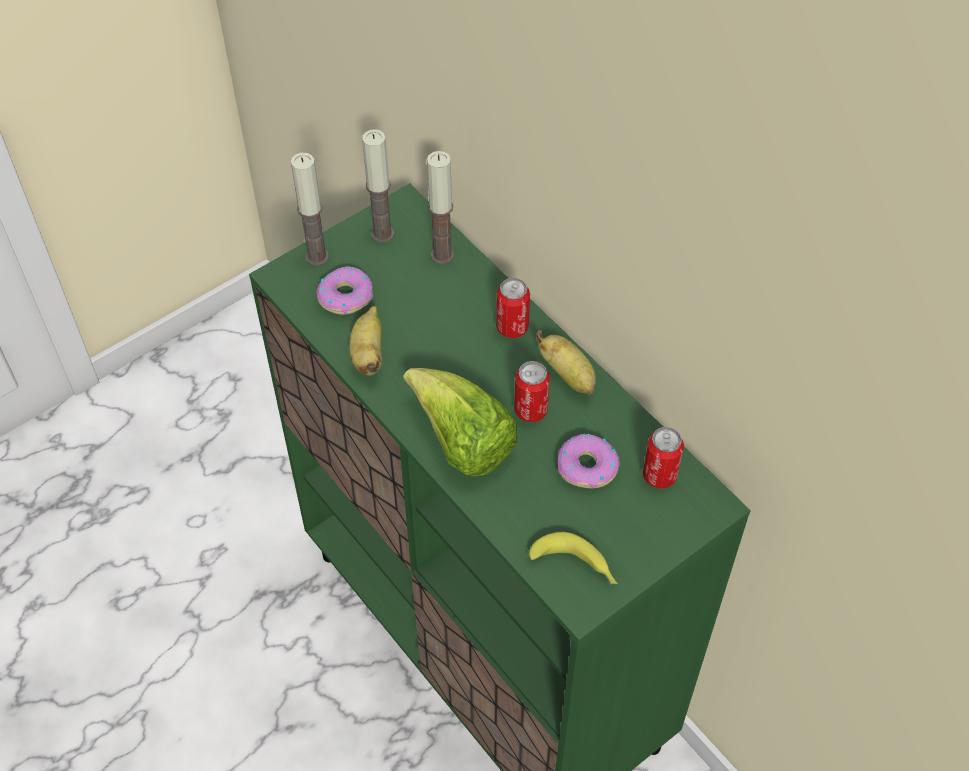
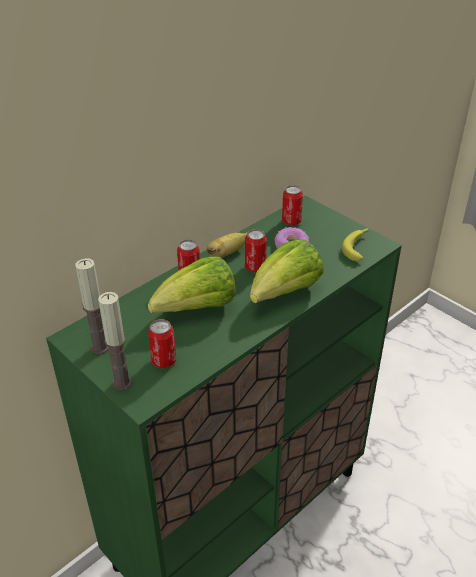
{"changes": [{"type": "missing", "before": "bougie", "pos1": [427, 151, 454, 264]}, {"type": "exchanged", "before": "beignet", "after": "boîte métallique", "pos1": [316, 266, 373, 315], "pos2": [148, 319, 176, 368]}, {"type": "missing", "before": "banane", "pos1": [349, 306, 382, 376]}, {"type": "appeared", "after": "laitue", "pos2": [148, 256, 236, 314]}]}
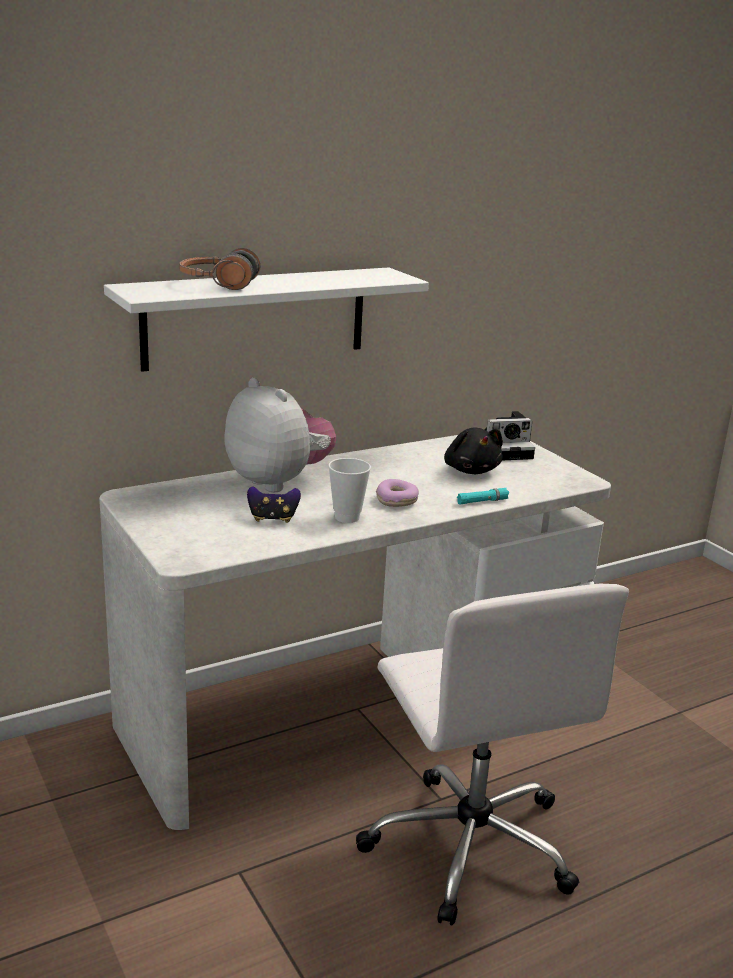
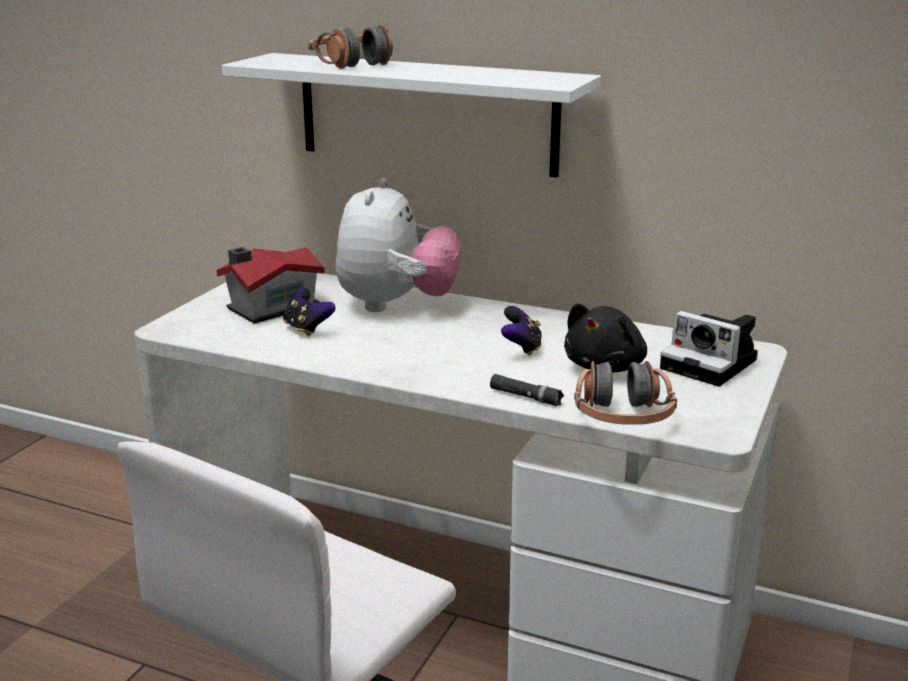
{"changes": [{"type": "missing", "before": "tasse", "pos1": [328, 458, 371, 523]}, {"type": "missing", "before": "beignet", "pos1": [376, 479, 419, 507]}, {"type": "colour", "before": "lampe de poche (turquoise)", "after": "lampe de poche (noir)", "pos1": [457, 488, 509, 504], "pos2": [490, 374, 564, 406]}, {"type": "appeared", "after": "maison miniature", "pos2": [217, 247, 325, 324]}, {"type": "appeared", "after": "manette", "pos2": [501, 306, 542, 356]}, {"type": "appeared", "after": "casque audio", "pos2": [574, 361, 677, 425]}]}
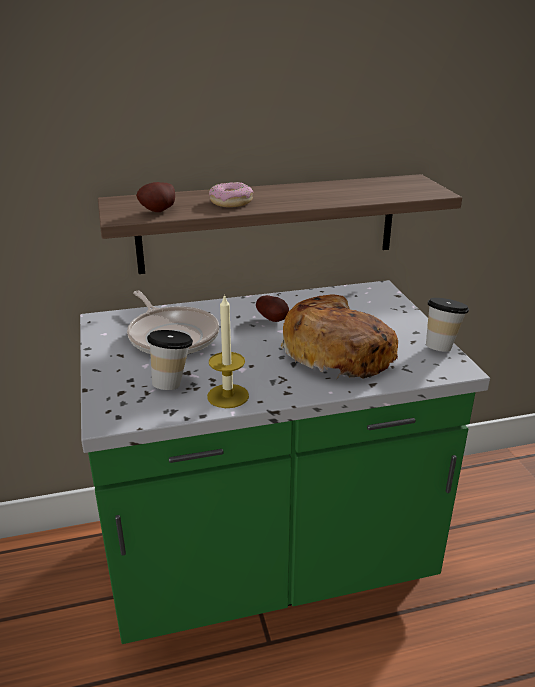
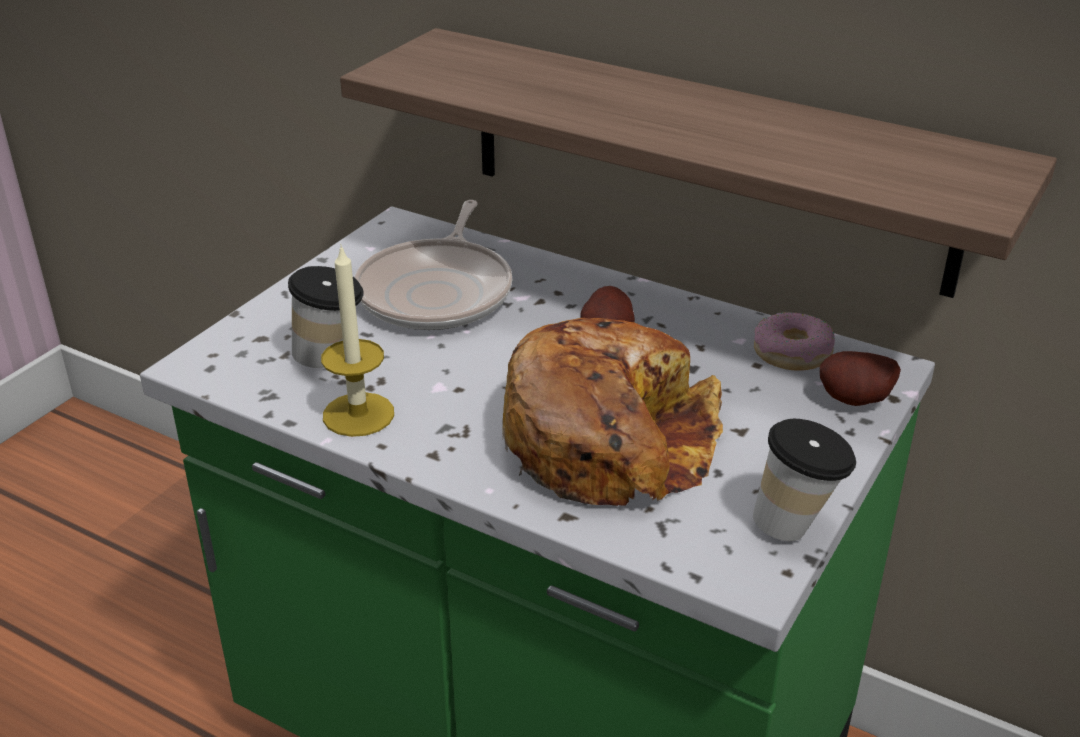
{"changes": [{"type": "relocated", "before": "pomme de terre", "pos1": [136, 182, 175, 212], "pos2": [820, 351, 901, 406]}, {"type": "relocated", "before": "beignet", "pos1": [209, 182, 253, 207], "pos2": [754, 312, 835, 371]}]}
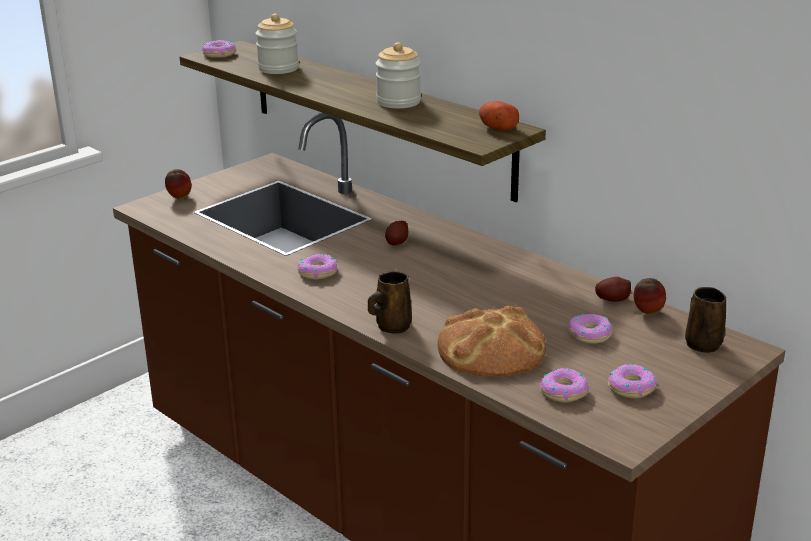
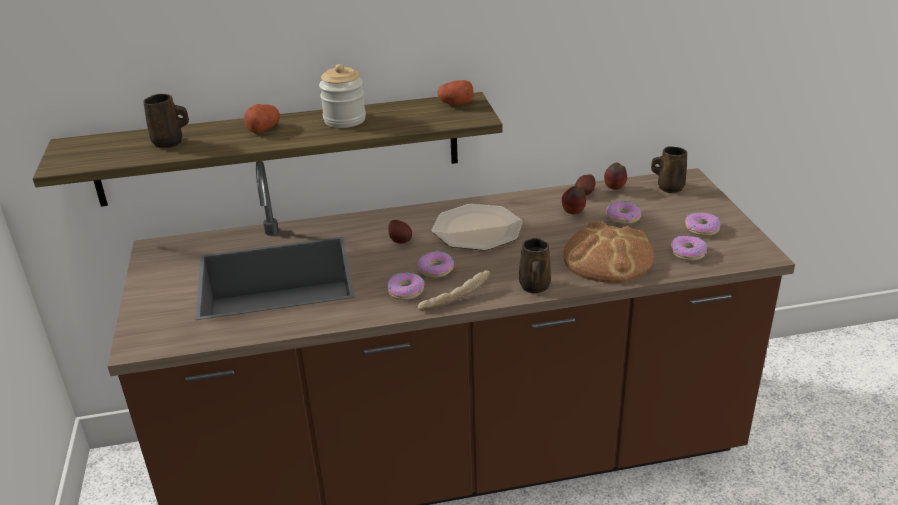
{"changes": [{"type": "exchanged", "before": "bocal", "after": "mug (marron)", "pos1": [255, 14, 299, 74], "pos2": [143, 94, 189, 148]}, {"type": "relocated", "before": "beignet", "pos1": [202, 40, 236, 58], "pos2": [417, 251, 454, 278]}, {"type": "relocated", "before": "pomme", "pos1": [165, 169, 192, 199], "pos2": [561, 186, 586, 214]}, {"type": "appeared", "after": "pomme de terre", "pos2": [244, 104, 280, 133]}, {"type": "appeared", "after": "assiette", "pos2": [432, 204, 523, 251]}, {"type": "appeared", "after": "pain", "pos2": [417, 270, 490, 311]}]}
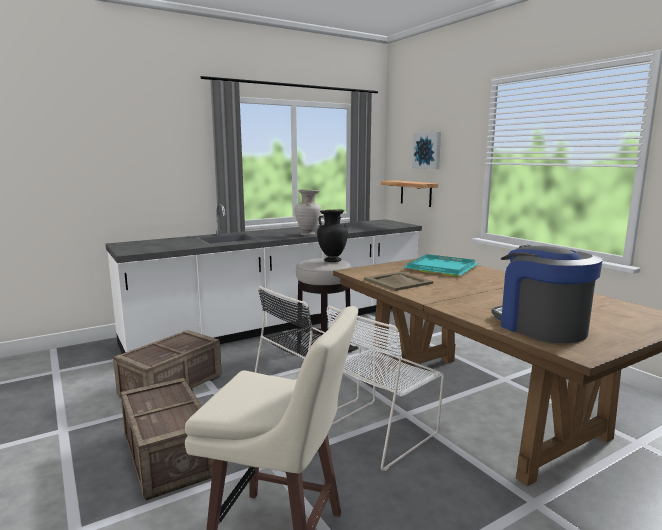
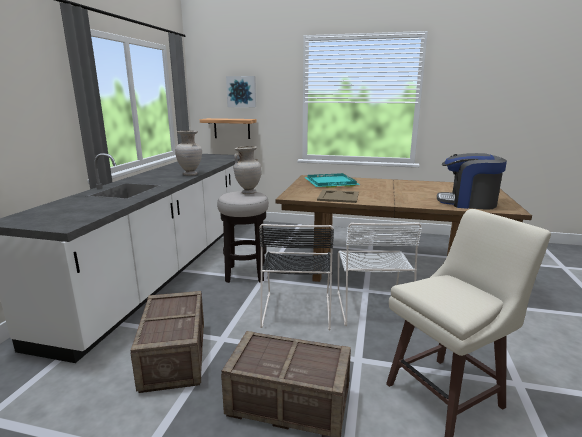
{"changes": [{"type": "colour", "before": "vase (noir)", "after": "vase (beige)", "pos1": [317, 209, 348, 262], "pos2": [234, 146, 261, 194]}]}
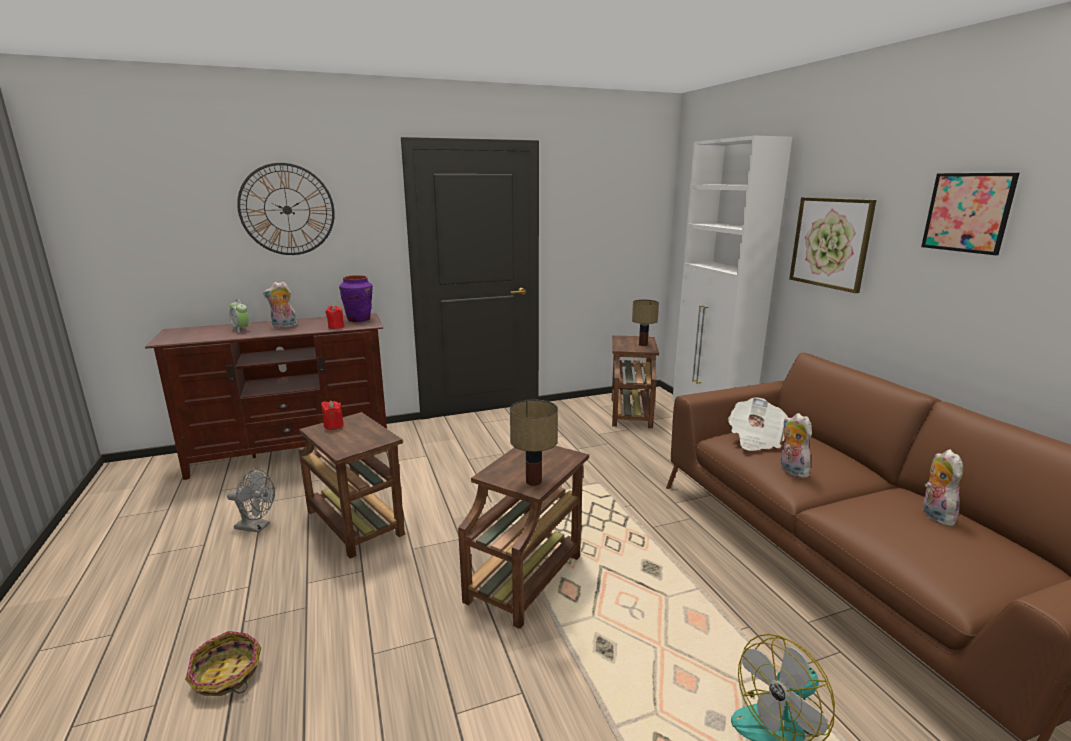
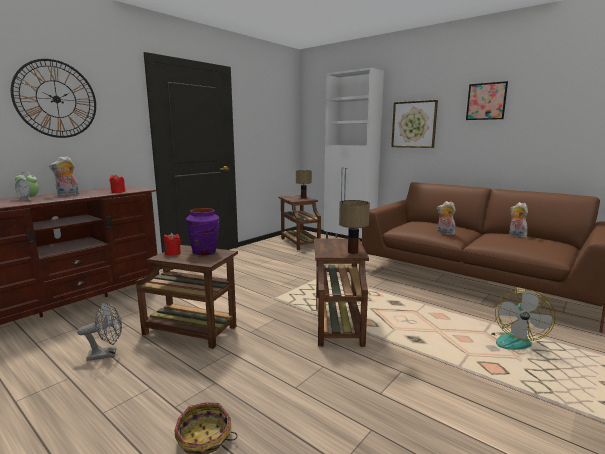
{"changes": [{"type": "relocated", "before": "vase (violet)", "pos1": [339, 275, 373, 322], "pos2": [186, 208, 219, 256]}, {"type": "missing", "before": "journal", "pos1": [728, 397, 788, 451]}]}
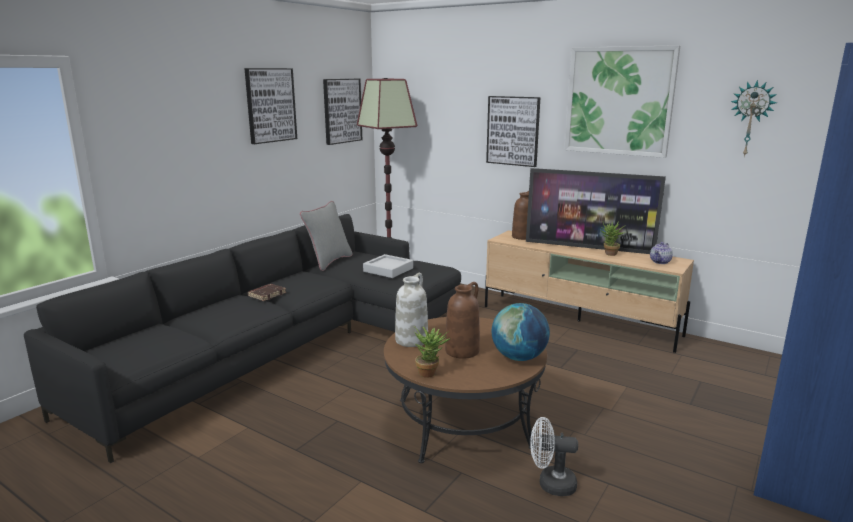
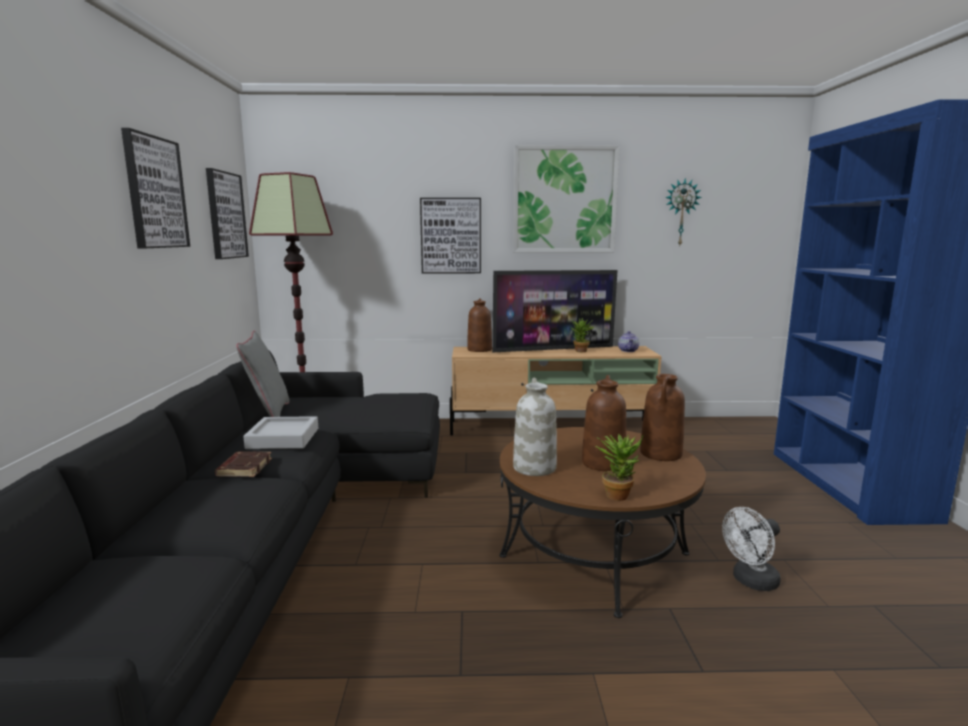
{"changes": [{"type": "relocated", "before": "plateau (gris)", "pos1": [363, 254, 413, 278], "pos2": [243, 416, 318, 449]}, {"type": "exchanged", "before": "globe", "after": "vase (marron)", "pos1": [492, 303, 550, 361], "pos2": [640, 374, 685, 461]}]}
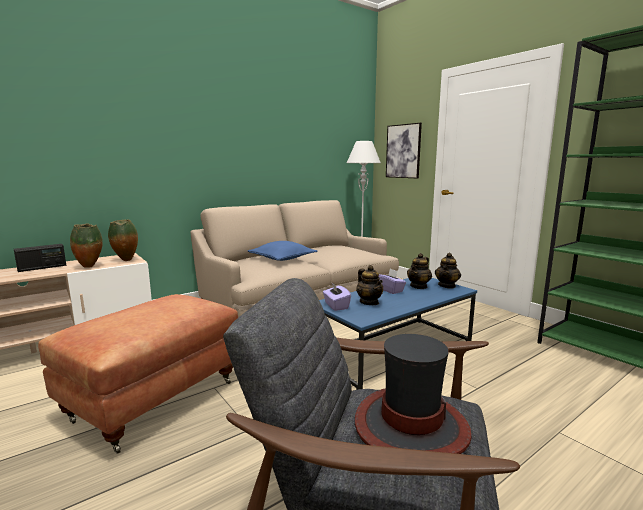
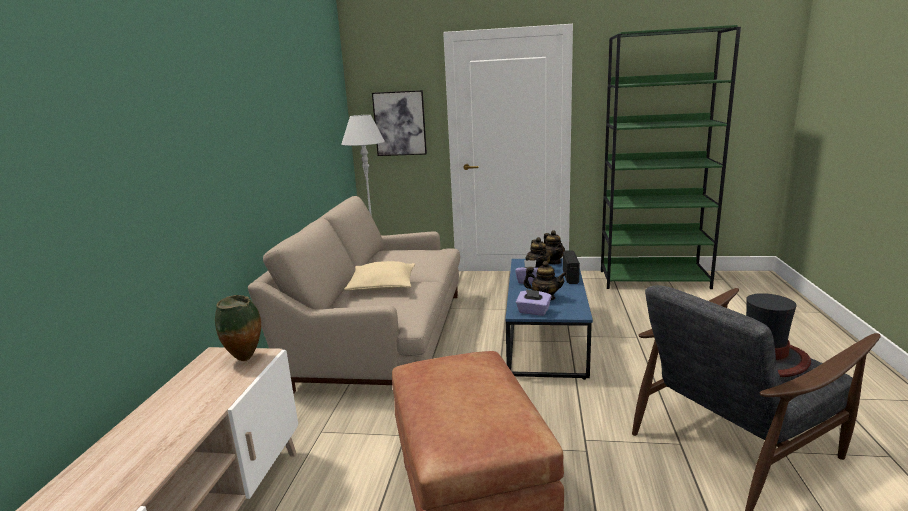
{"changes": [{"type": "missing", "before": "vase", "pos1": [70, 223, 103, 267]}, {"type": "colour", "before": "coussin (bleu)", "after": "coussin (beige)", "pos1": [248, 241, 318, 261], "pos2": [344, 261, 415, 291]}, {"type": "relocated", "before": "radio", "pos1": [14, 244, 66, 272], "pos2": [563, 250, 580, 284]}]}
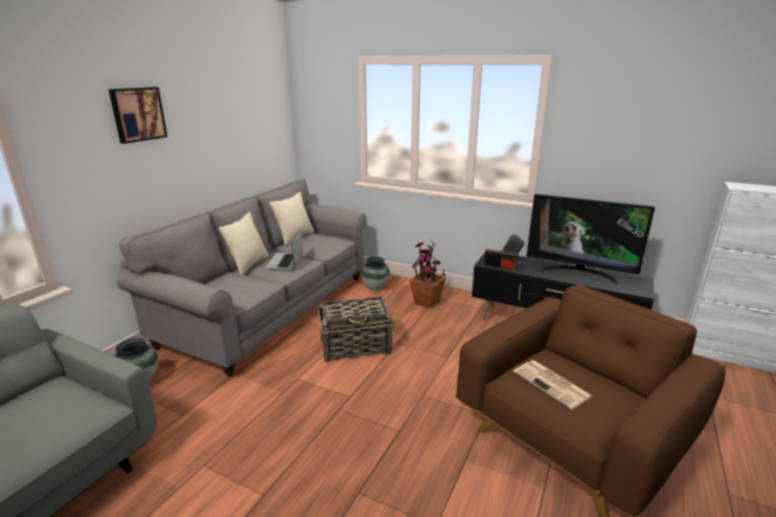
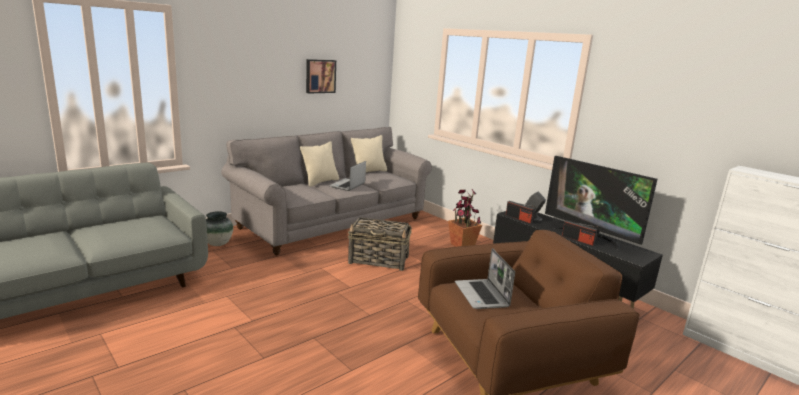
{"changes": [{"type": "relocated", "before": "tableau", "pos1": [109, 87, 168, 144], "pos2": [306, 59, 336, 93]}, {"type": "missing", "before": "vase", "pos1": [361, 257, 390, 290]}, {"type": "exchanged", "before": "journal", "after": "ordinateur portable", "pos1": [513, 360, 592, 409], "pos2": [455, 248, 515, 309]}, {"type": "appeared", "after": "radio", "pos2": [562, 220, 598, 246]}]}
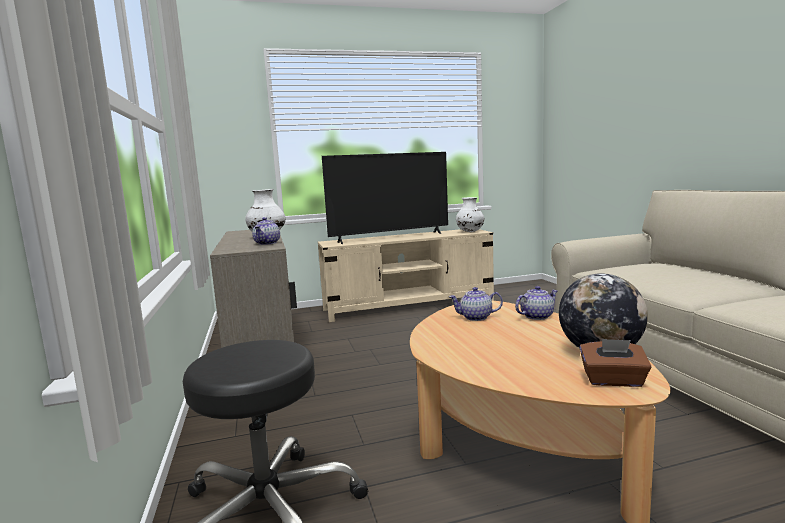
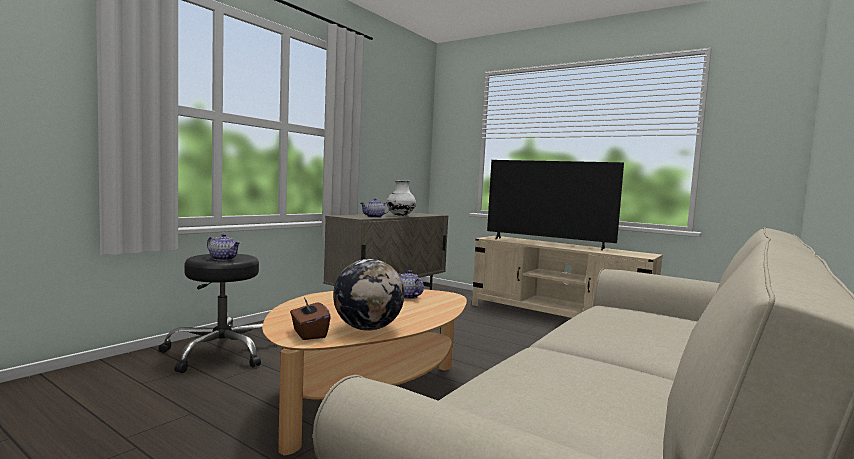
{"changes": [{"type": "missing", "before": "vase (blanc)", "pos1": [456, 197, 484, 232]}, {"type": "relocated", "before": "théière", "pos1": [515, 286, 558, 320], "pos2": [207, 234, 241, 261]}]}
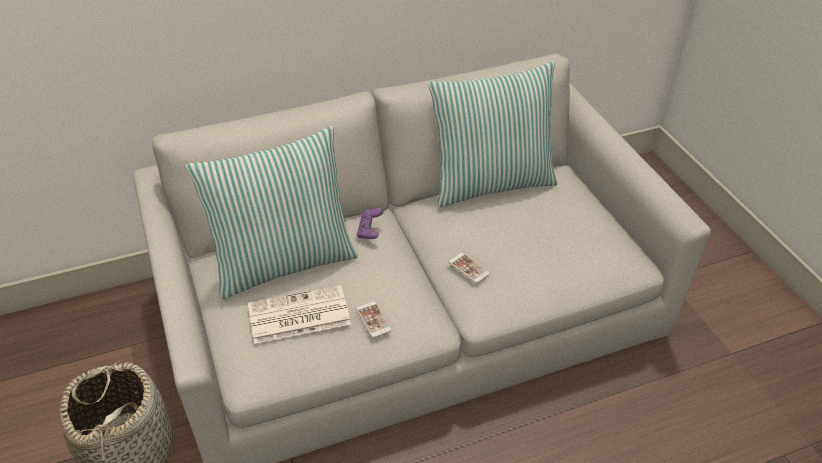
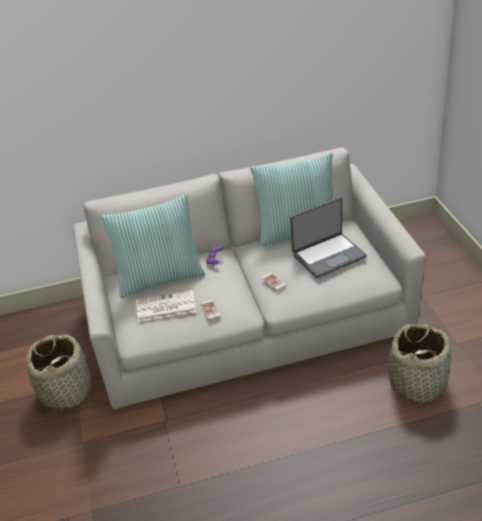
{"changes": [{"type": "appeared", "after": "ordinateur portable", "pos2": [290, 197, 367, 278]}, {"type": "appeared", "after": "panier", "pos2": [388, 324, 451, 404]}]}
